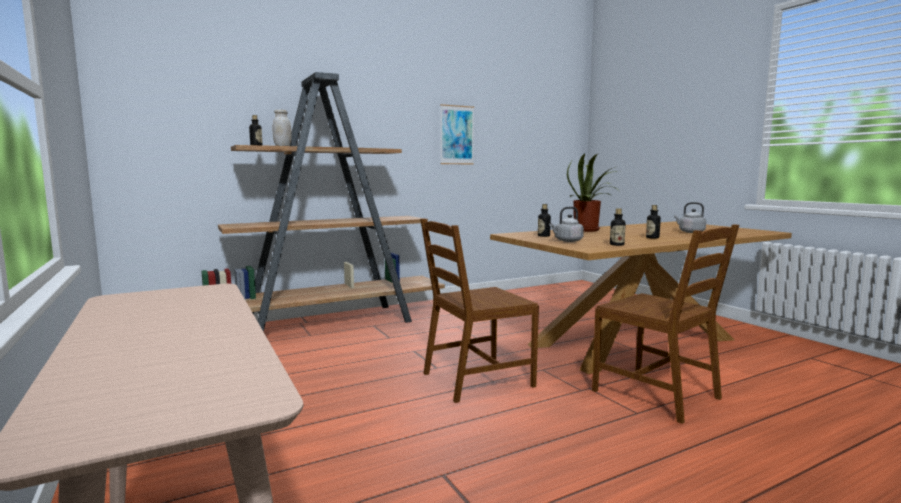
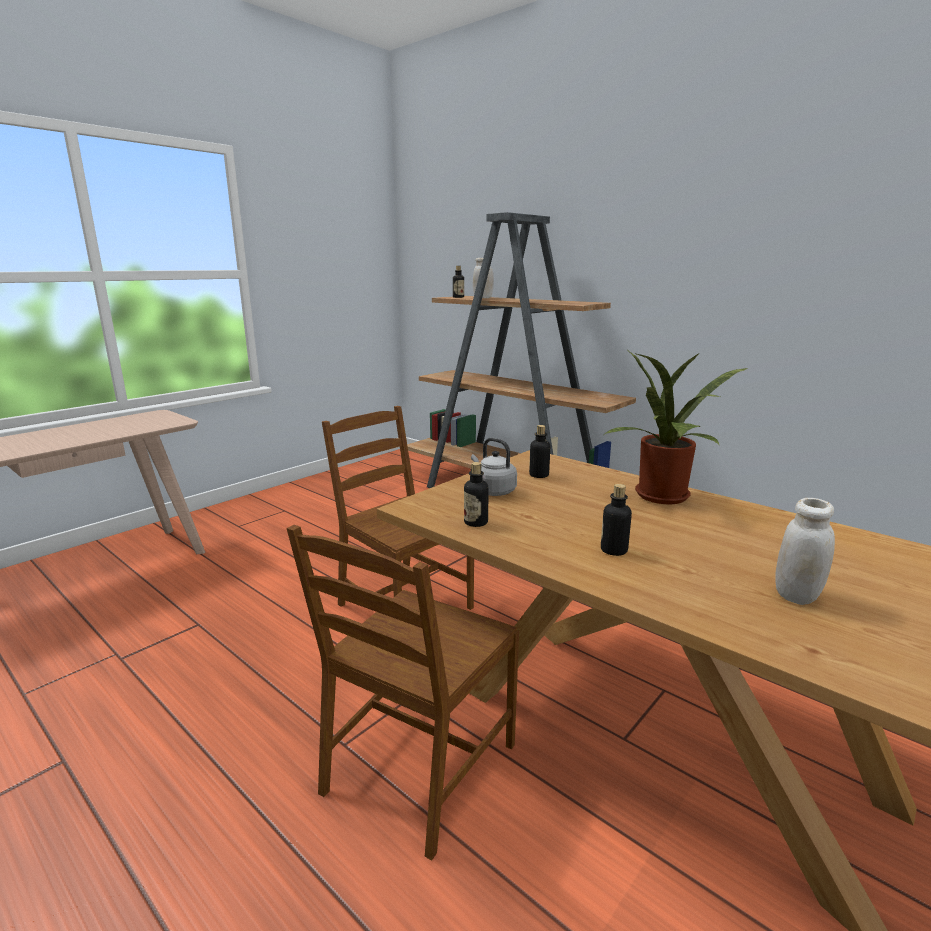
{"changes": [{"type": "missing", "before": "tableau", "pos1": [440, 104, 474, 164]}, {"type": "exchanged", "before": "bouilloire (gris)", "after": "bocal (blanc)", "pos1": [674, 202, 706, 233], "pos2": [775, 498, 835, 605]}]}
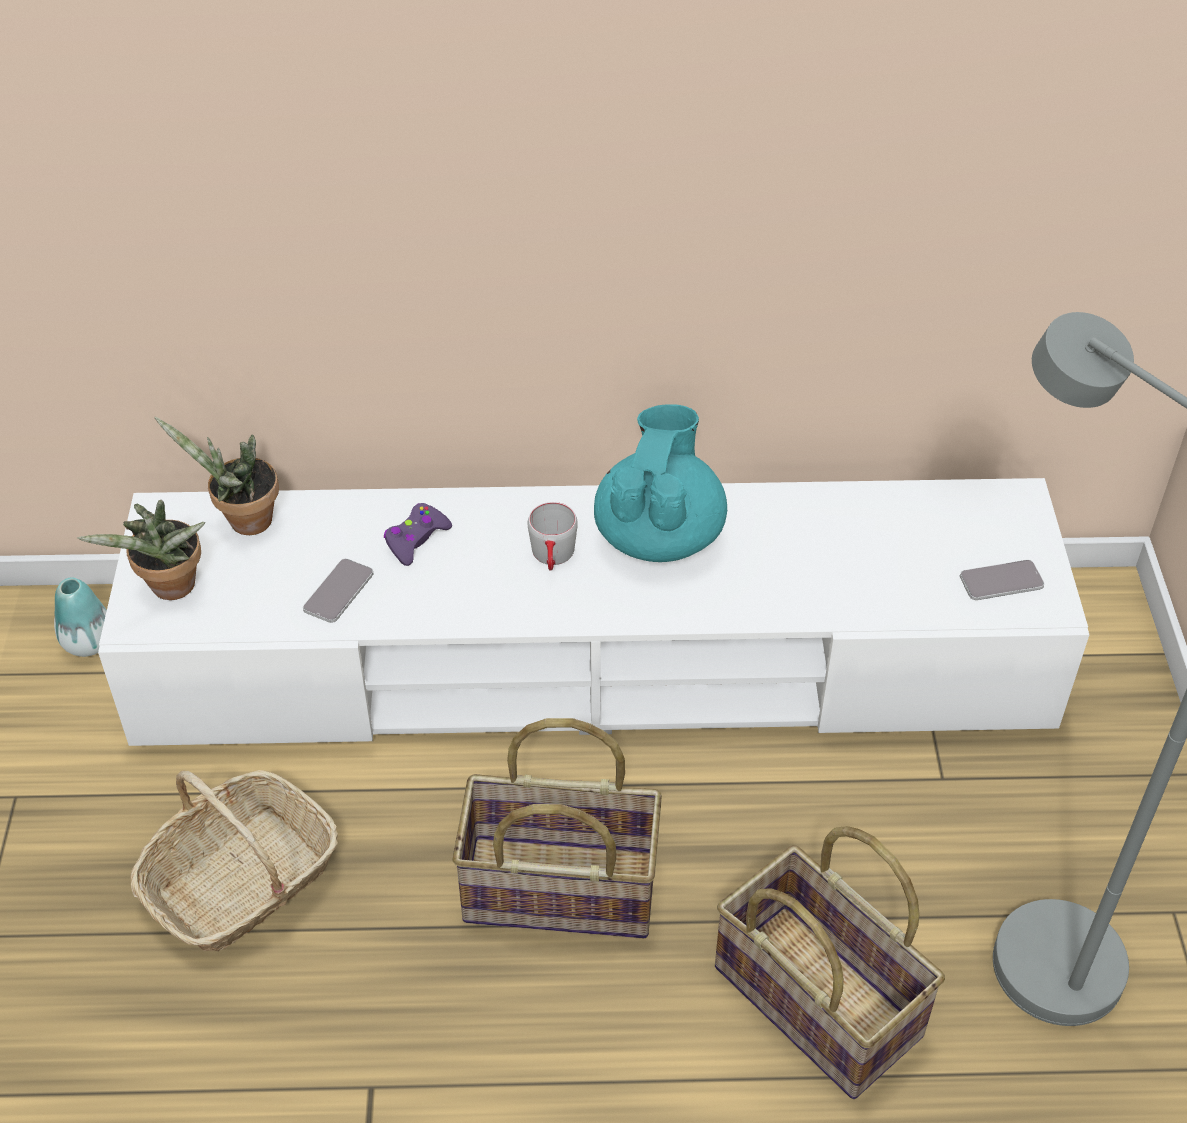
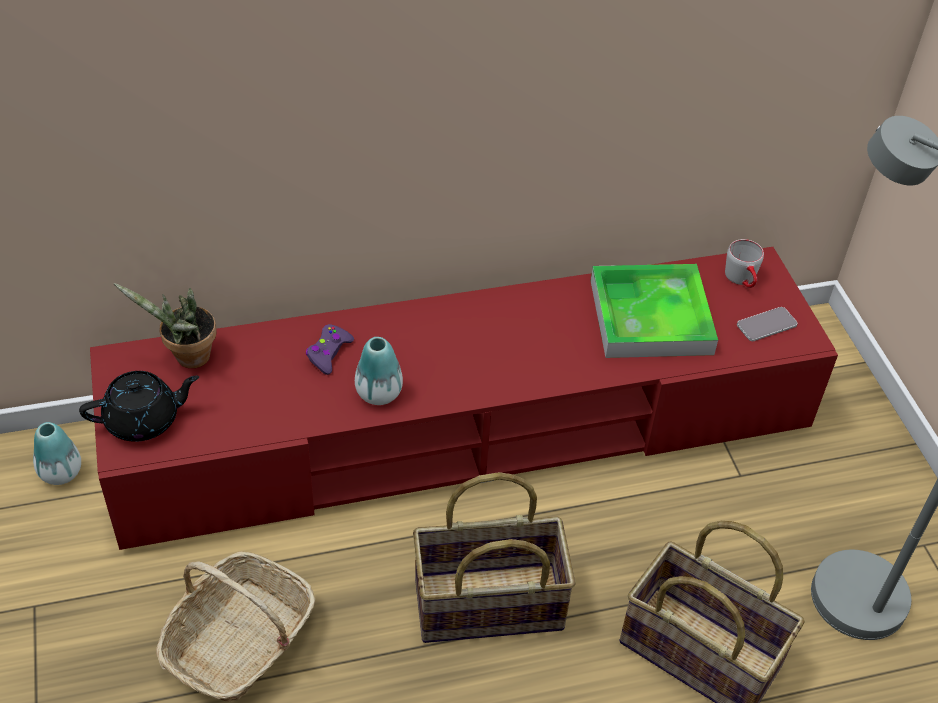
{"changes": [{"type": "missing", "before": "théière (turquoise)", "pos1": [594, 405, 727, 562]}, {"type": "colour", "before": "meuble télé (blanc)", "after": "meuble télé (rouge)", "pos1": [98, 478, 1089, 746], "pos2": [90, 247, 838, 550]}, {"type": "exchanged", "before": "plante en pot", "after": "théière (noir)", "pos1": [77, 500, 205, 600], "pos2": [79, 371, 199, 442]}, {"type": "relocated", "before": "mug (gris)", "pos1": [528, 502, 578, 571], "pos2": [725, 239, 764, 288]}, {"type": "missing", "before": "téléphone", "pos1": [303, 558, 373, 623]}, {"type": "appeared", "after": "plateau", "pos2": [591, 264, 718, 358]}, {"type": "appeared", "after": "vase", "pos2": [355, 337, 403, 405]}]}
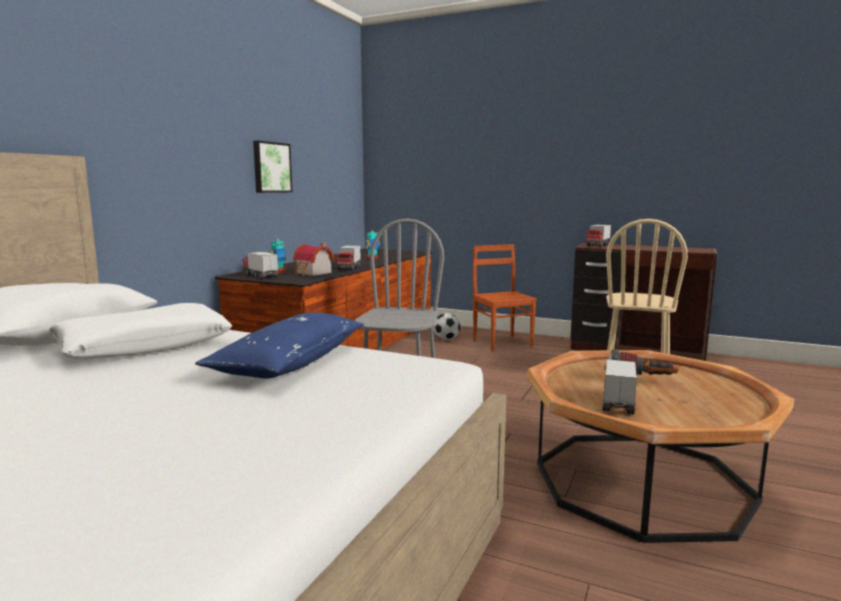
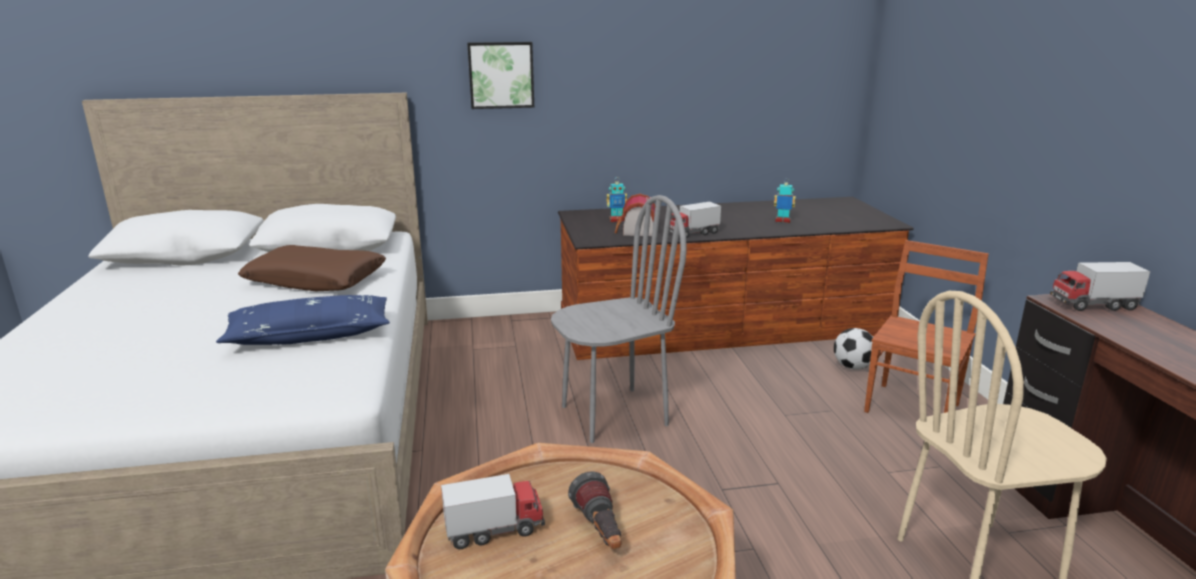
{"changes": [{"type": "relocated", "before": "tableau", "pos1": [253, 141, 293, 193], "pos2": [467, 42, 534, 109]}, {"type": "missing", "before": "camion jouet", "pos1": [242, 252, 278, 279]}, {"type": "colour", "before": "coussin (blanc)", "after": "coussin (marron)", "pos1": [49, 303, 232, 359], "pos2": [238, 245, 386, 291]}]}
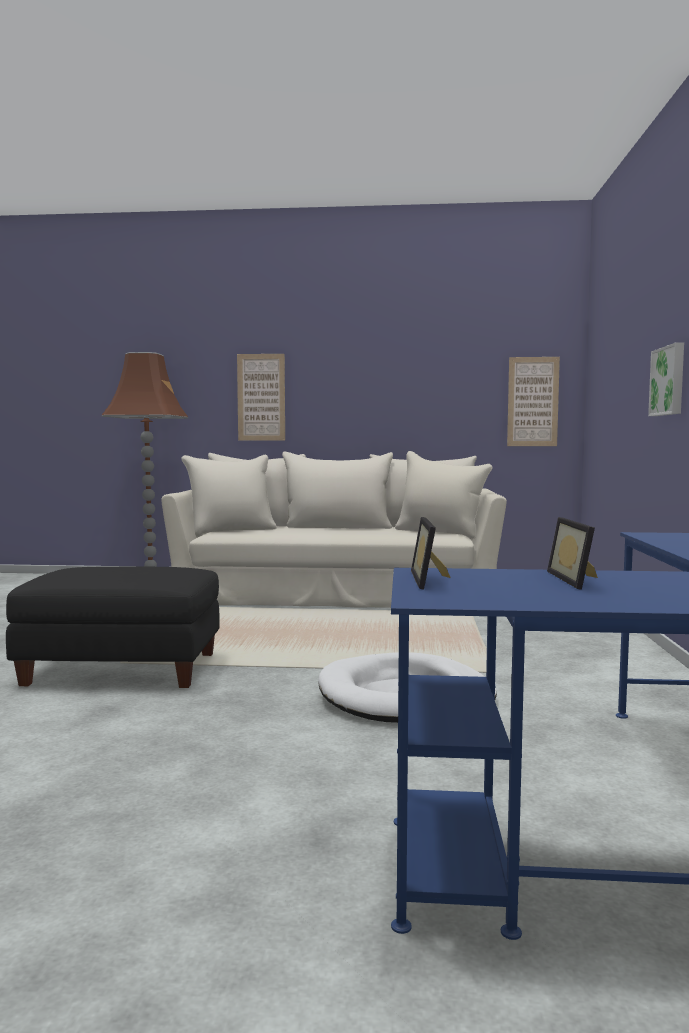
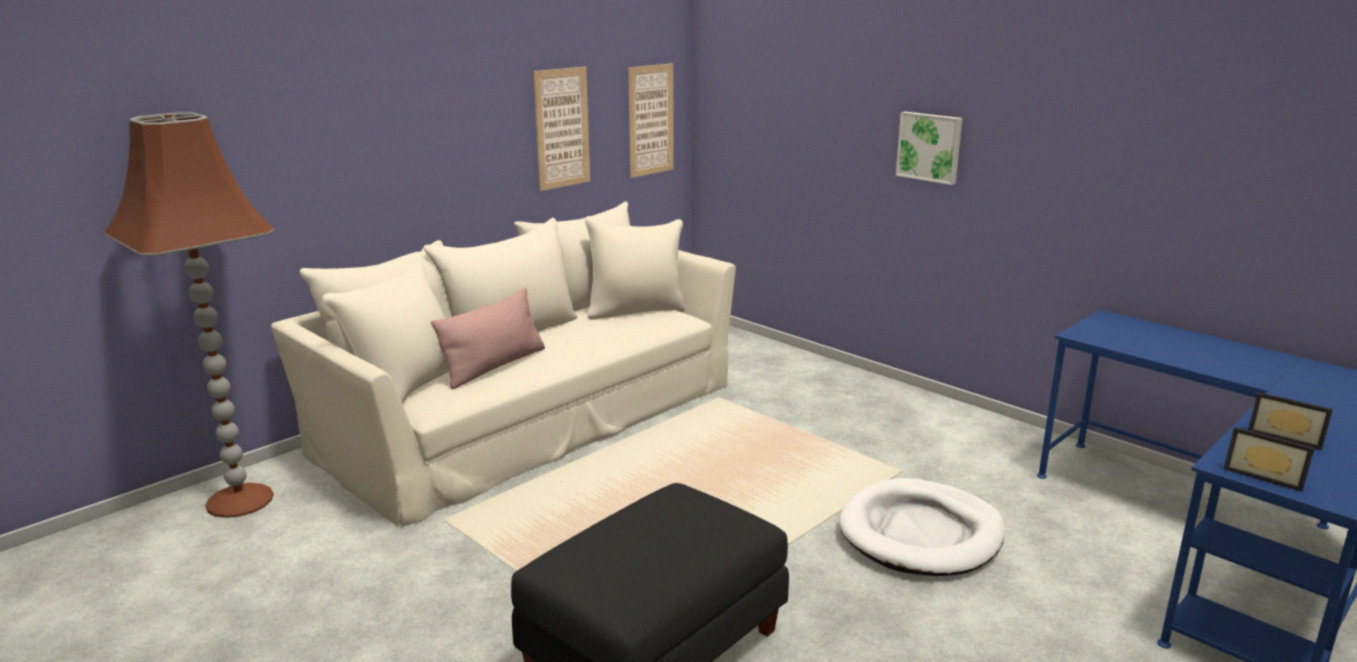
{"changes": [{"type": "relocated", "before": "tableau", "pos1": [237, 354, 285, 441], "pos2": [533, 67, 590, 191]}, {"type": "appeared", "after": "coussin (rose)", "pos2": [431, 287, 545, 390]}]}
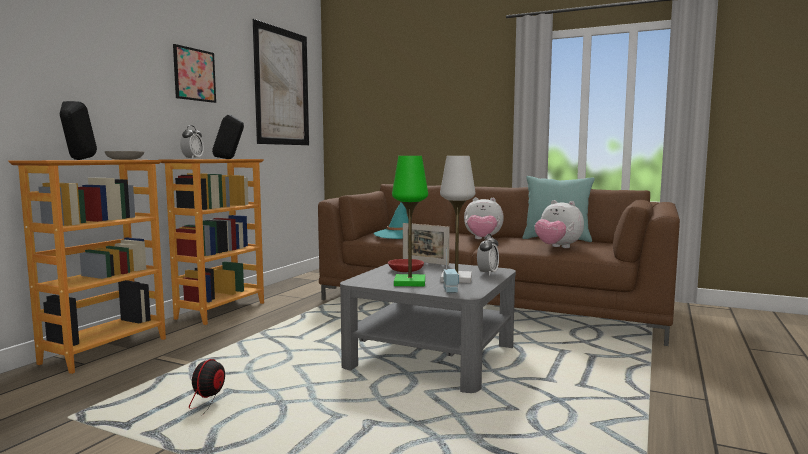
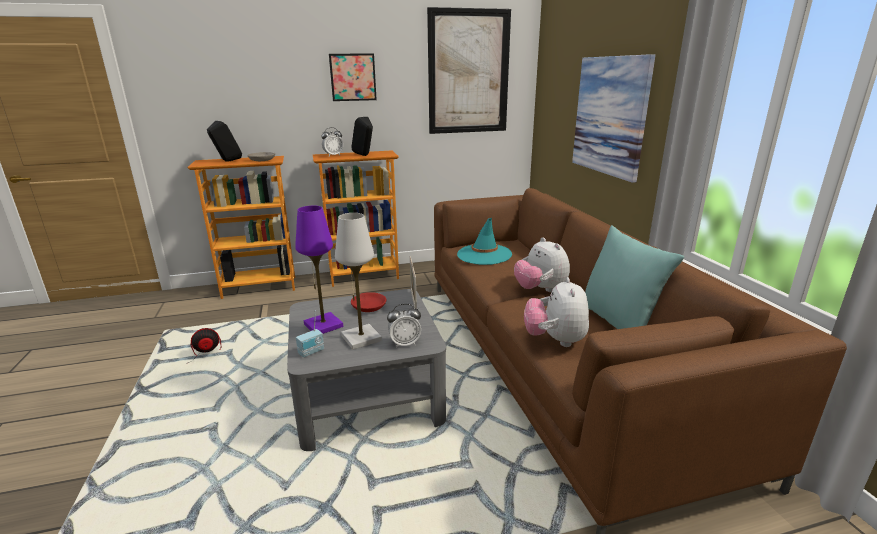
{"changes": [{"type": "colour", "before": "lampe de table (vert)", "after": "lampe de table (violet)", "pos1": [392, 156, 428, 287], "pos2": [295, 206, 343, 334]}, {"type": "appeared", "after": "tableau", "pos2": [572, 54, 656, 183]}]}
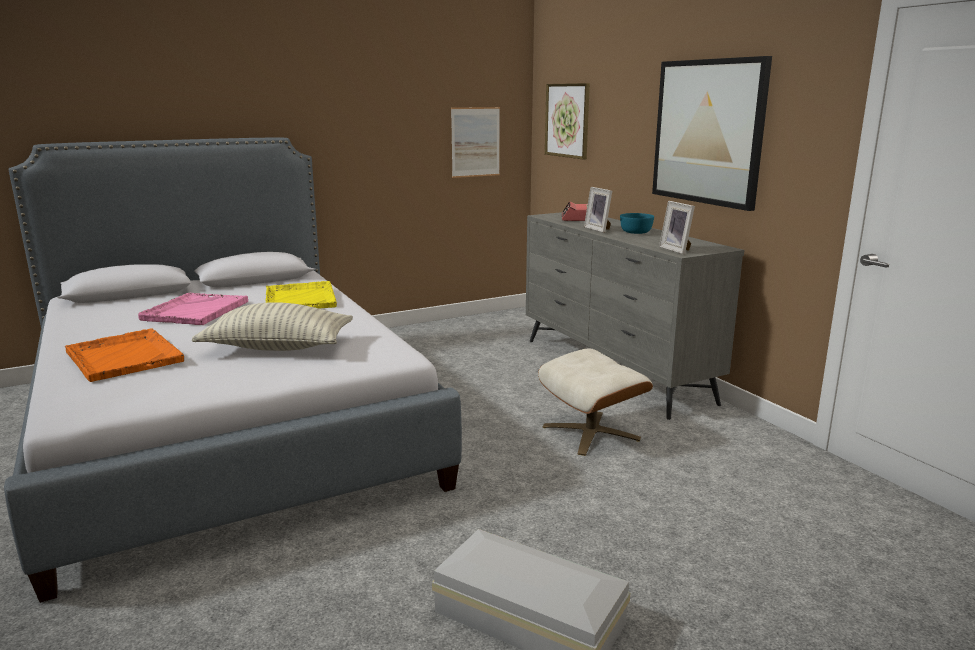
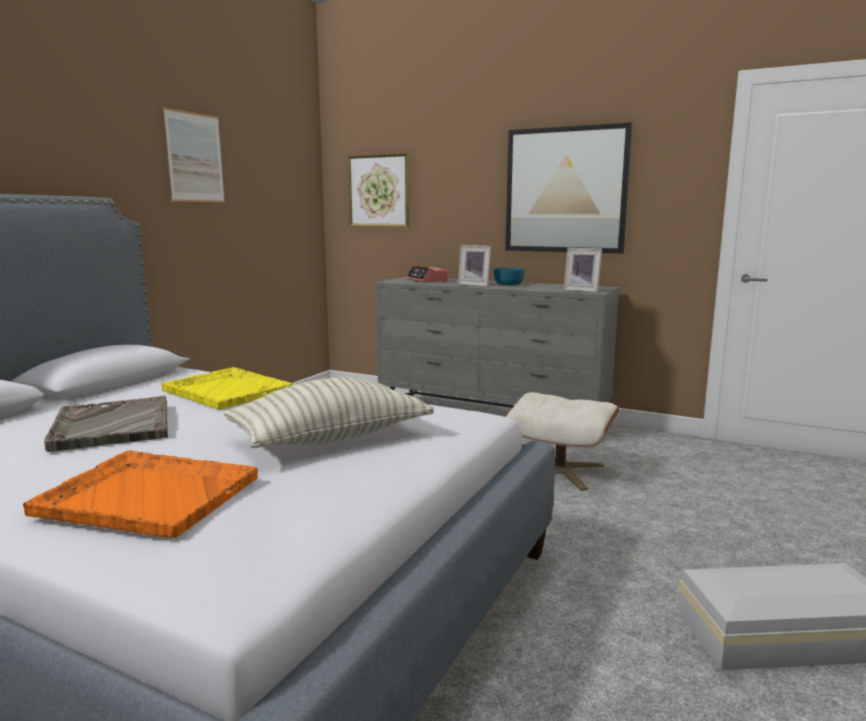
{"changes": [{"type": "relocated", "before": "tableau", "pos1": [451, 107, 500, 178], "pos2": [163, 107, 225, 203]}, {"type": "colour", "before": "plateau (rose)", "after": "plateau (gris)", "pos1": [138, 293, 248, 325], "pos2": [44, 396, 168, 452]}]}
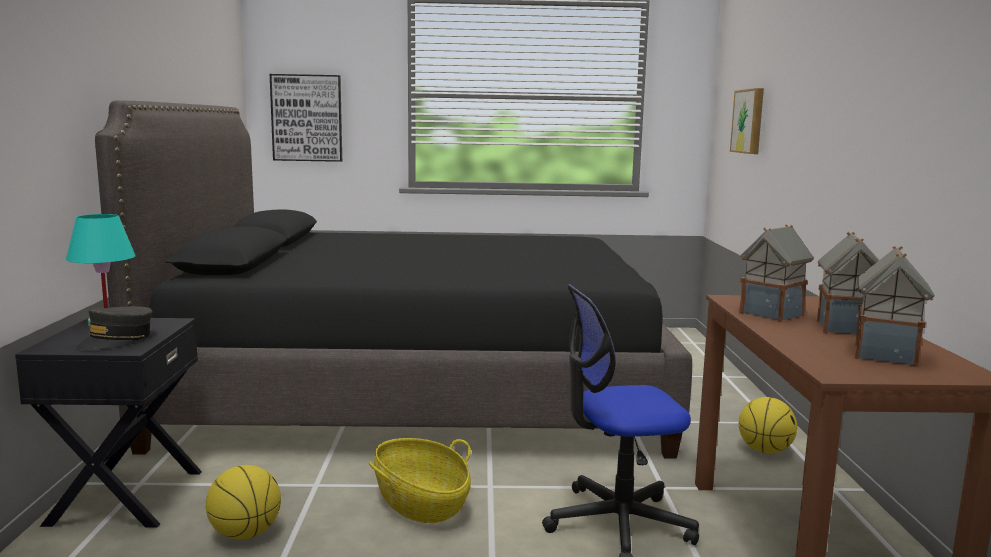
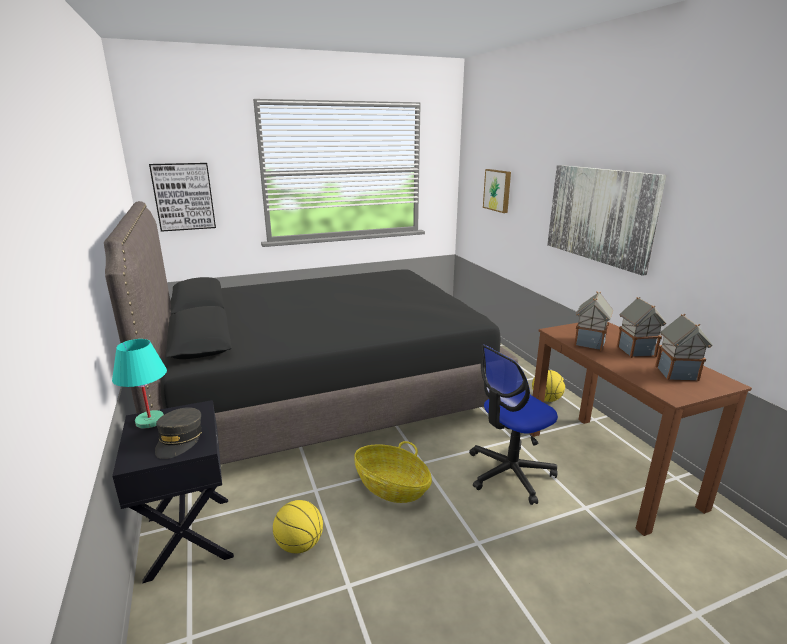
{"changes": [{"type": "appeared", "after": "tableau", "pos2": [547, 165, 666, 276]}]}
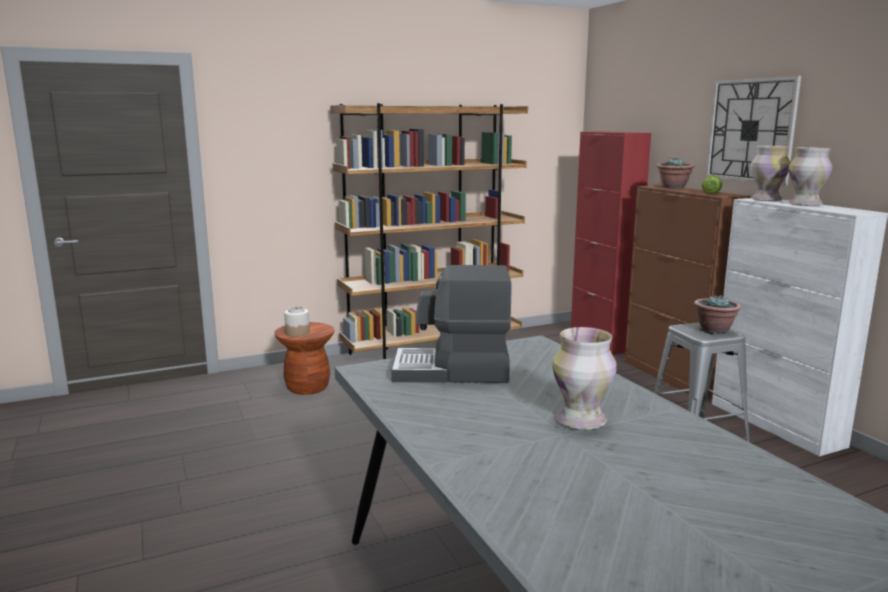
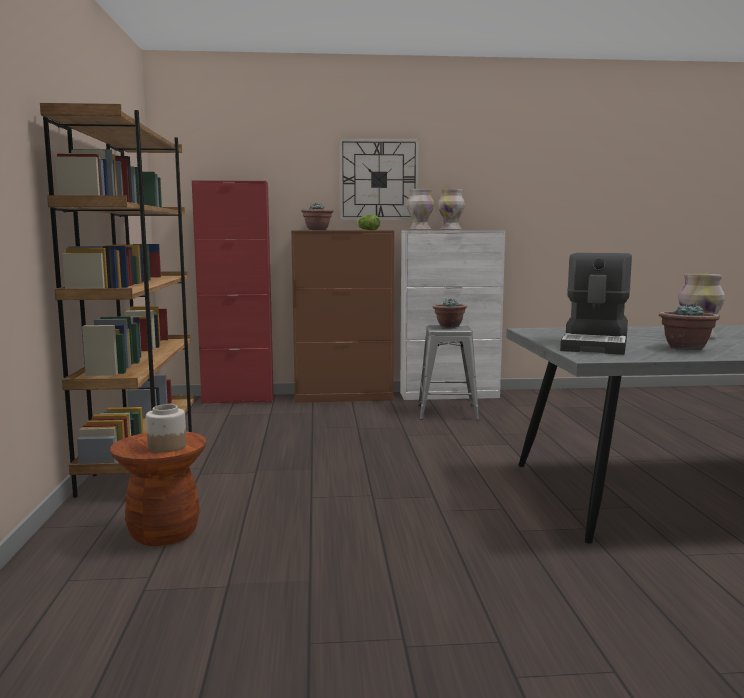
{"changes": [{"type": "appeared", "after": "plante en pot", "pos2": [659, 303, 720, 350]}]}
